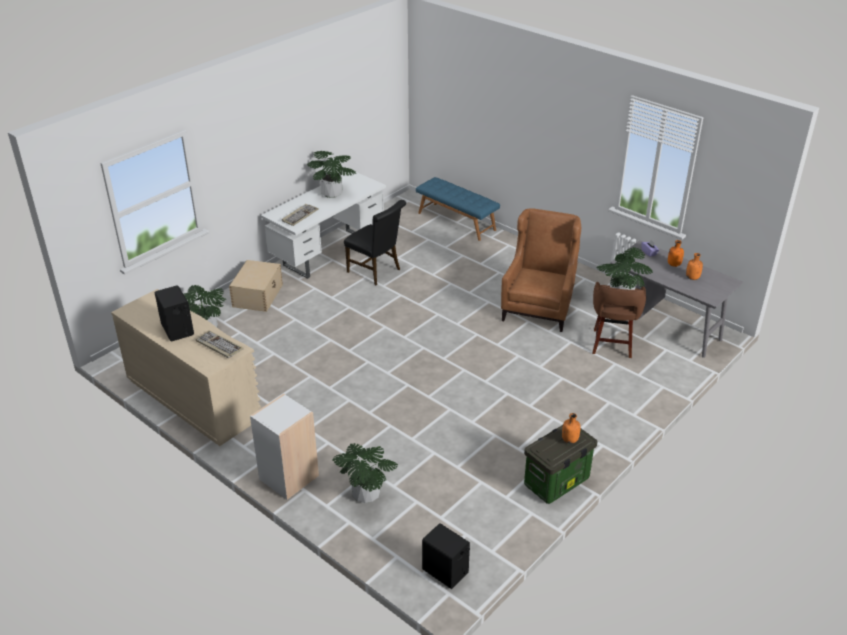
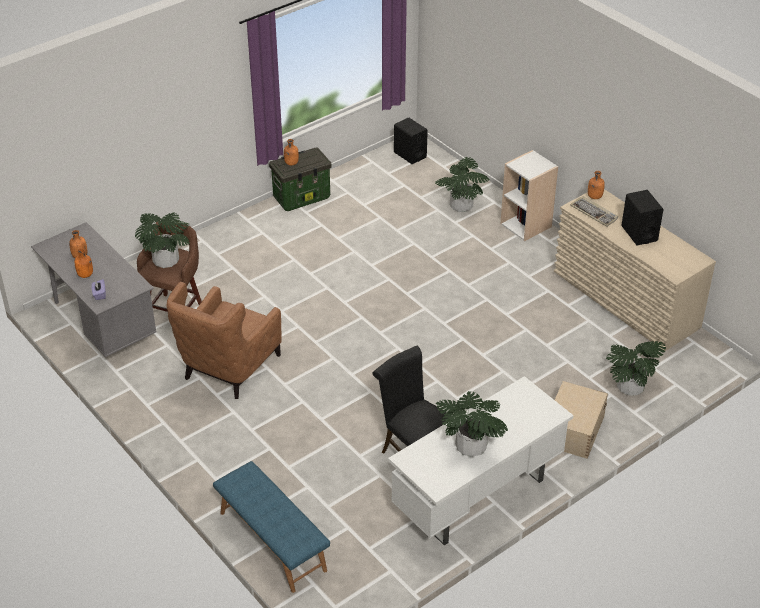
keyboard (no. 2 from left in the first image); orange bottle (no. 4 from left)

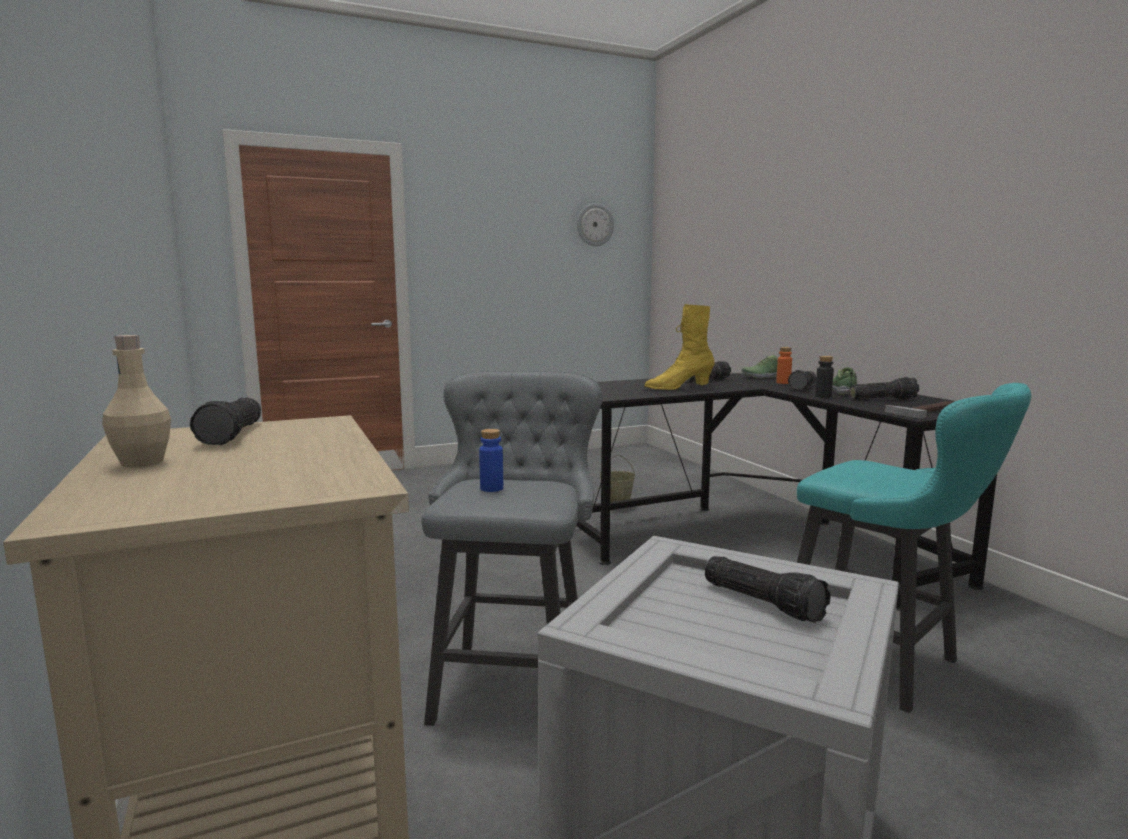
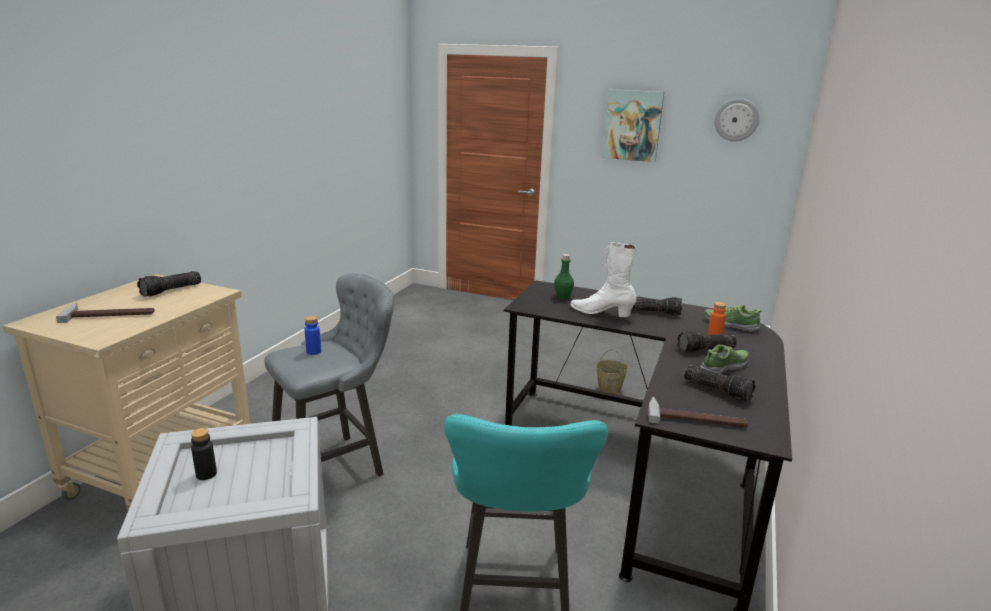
beige bottle; white boot; flashlight (no. 3 from left in the first image); black bottle; hammer (no. 1 from left); green bottle; picture

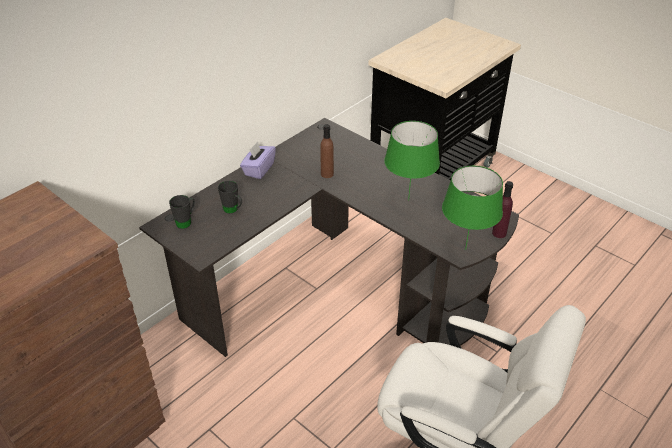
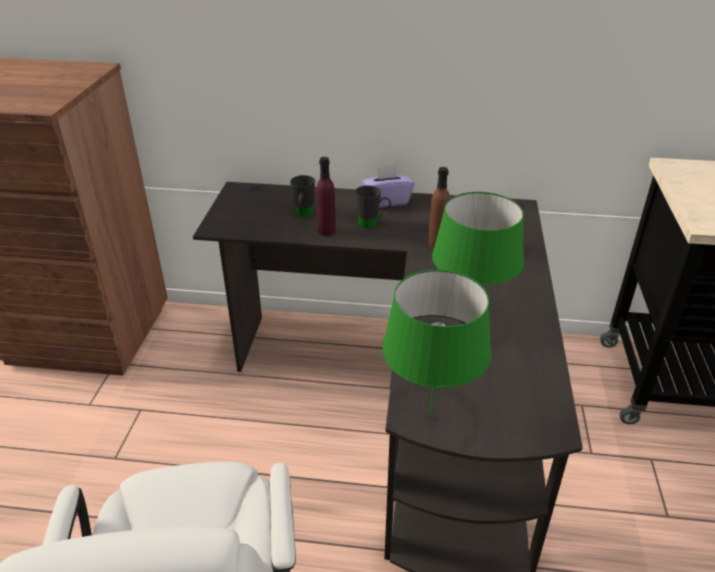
black mug (no. 2 from left); purple bottle

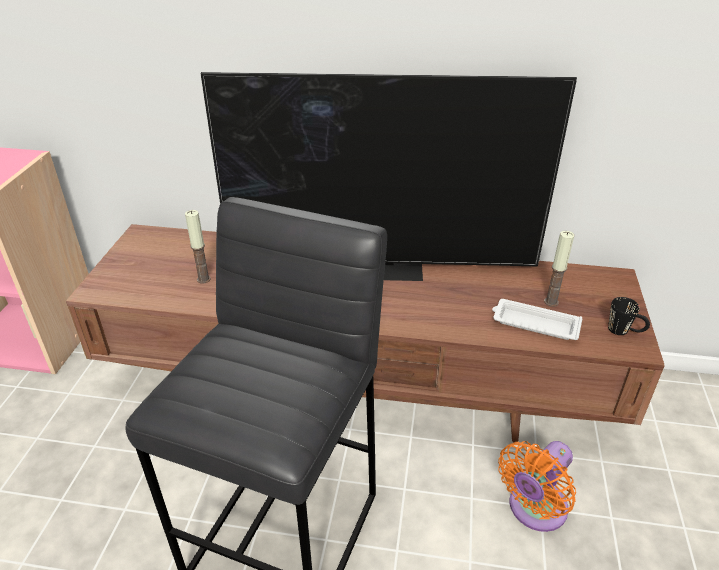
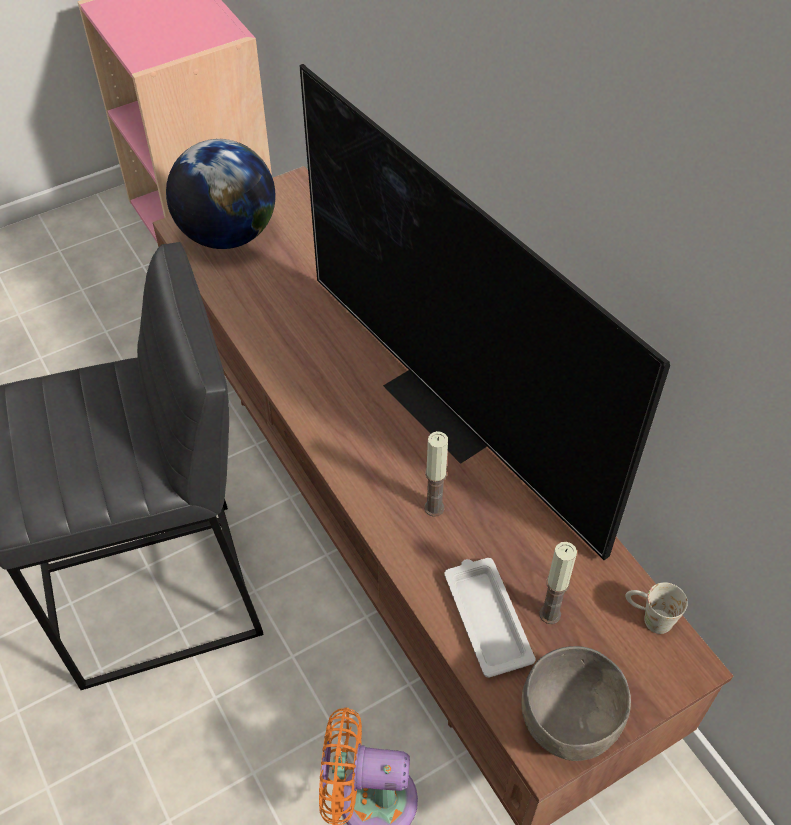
candle (no. 1 from left); grey bowl; globe; white mug

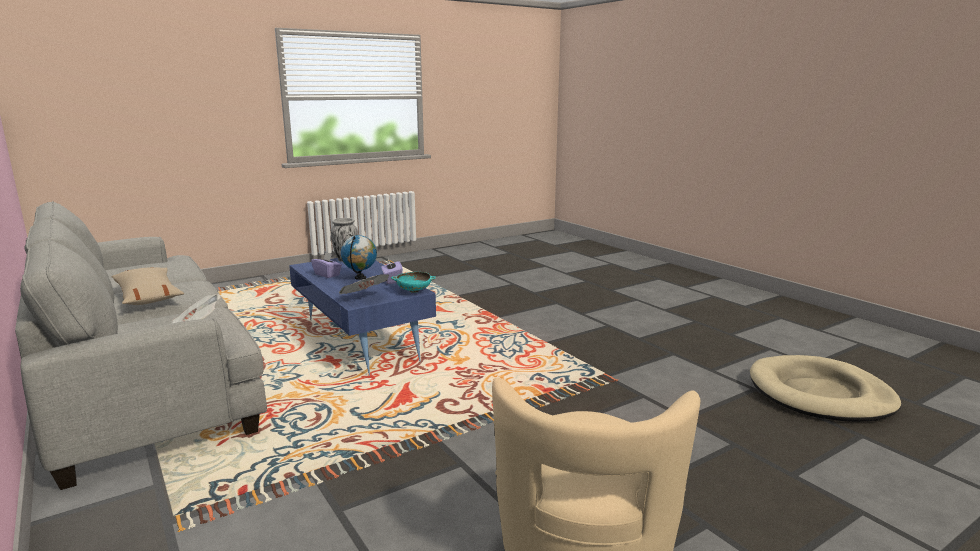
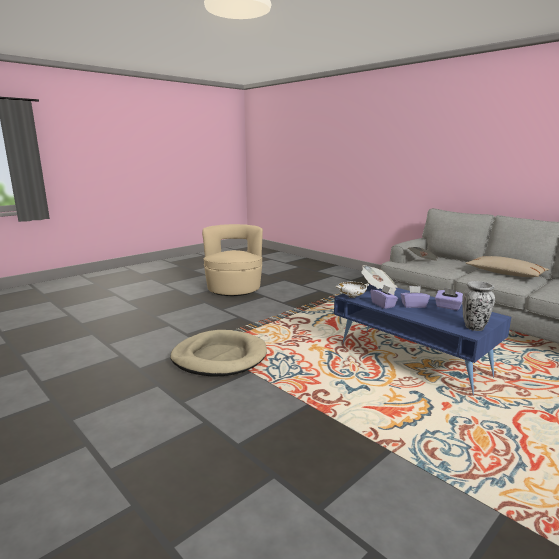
purple tissue box (no. 2 from left); white bowl; beige dog bed

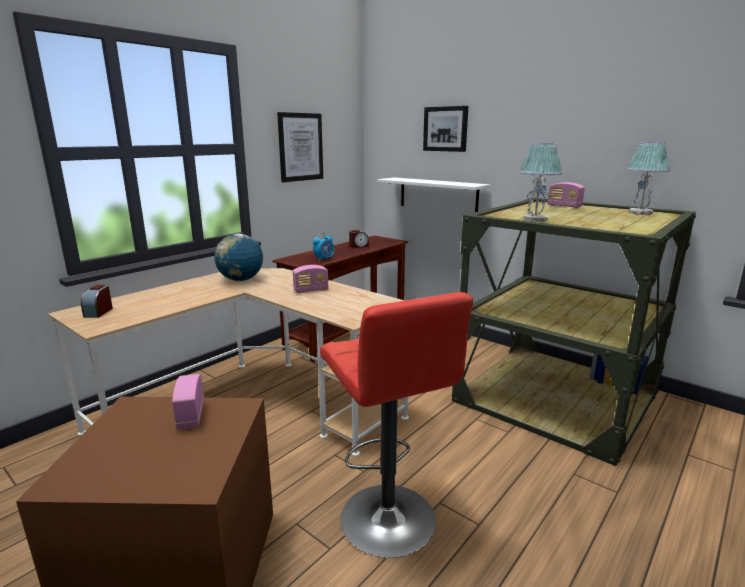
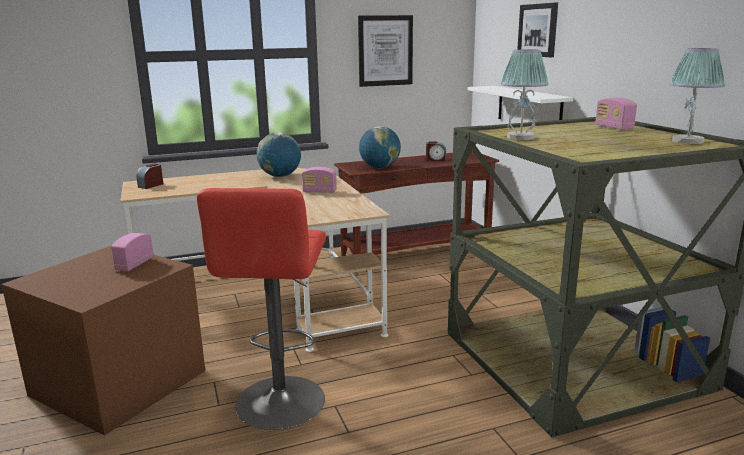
globe (no. 2 from left)

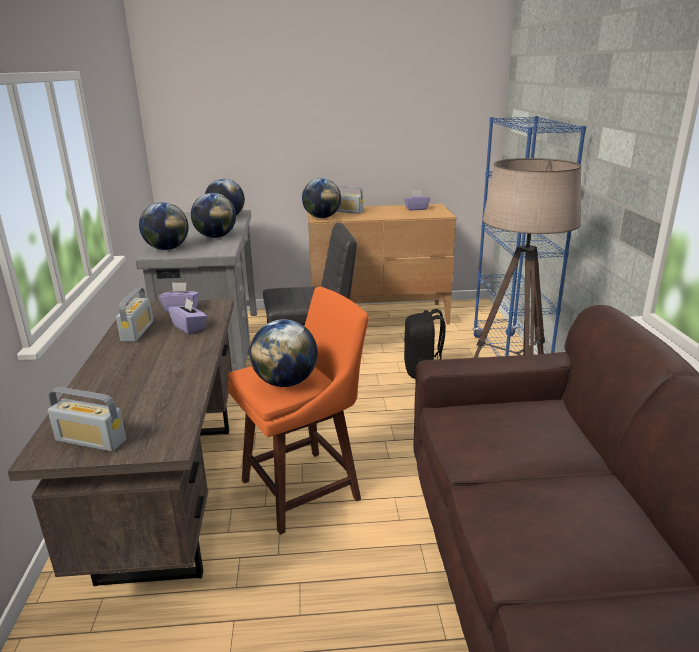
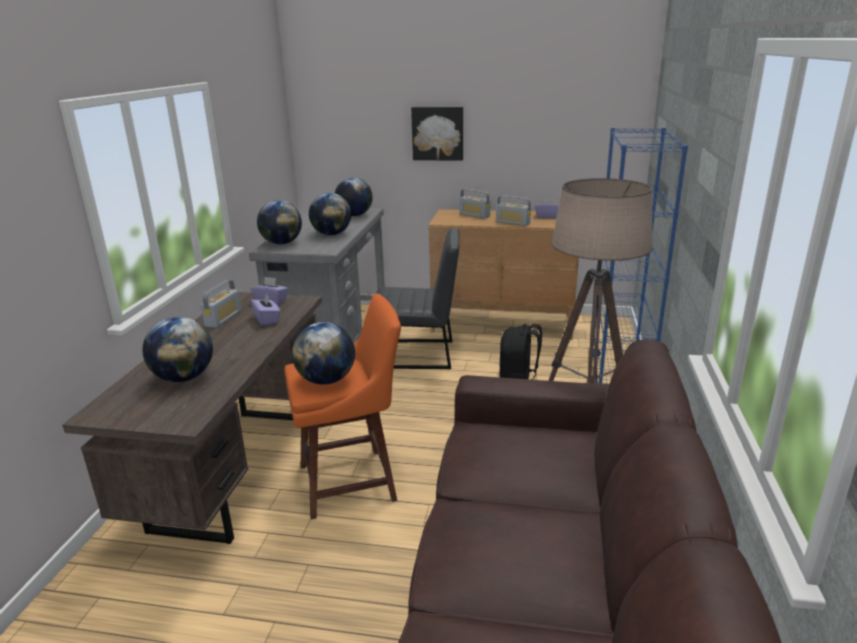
radio (no. 3 from left); globe (no. 1 from left); picture

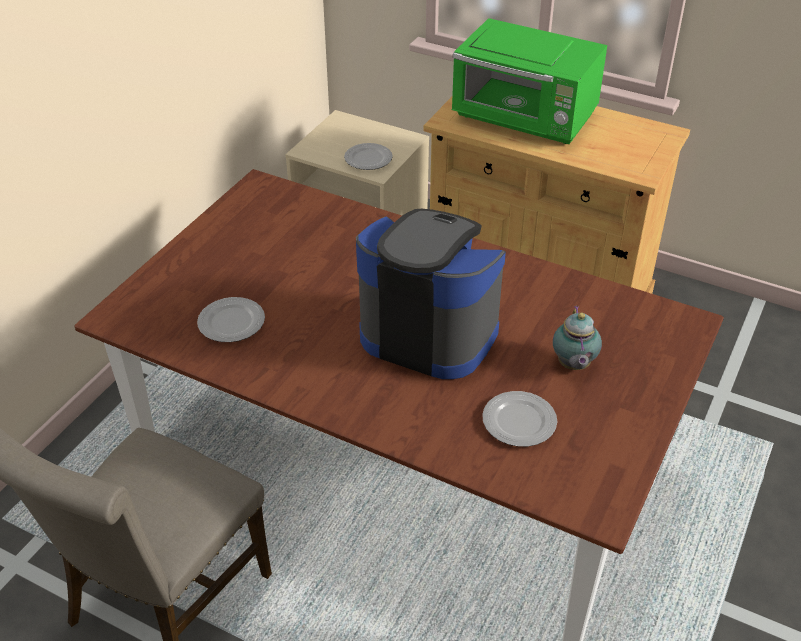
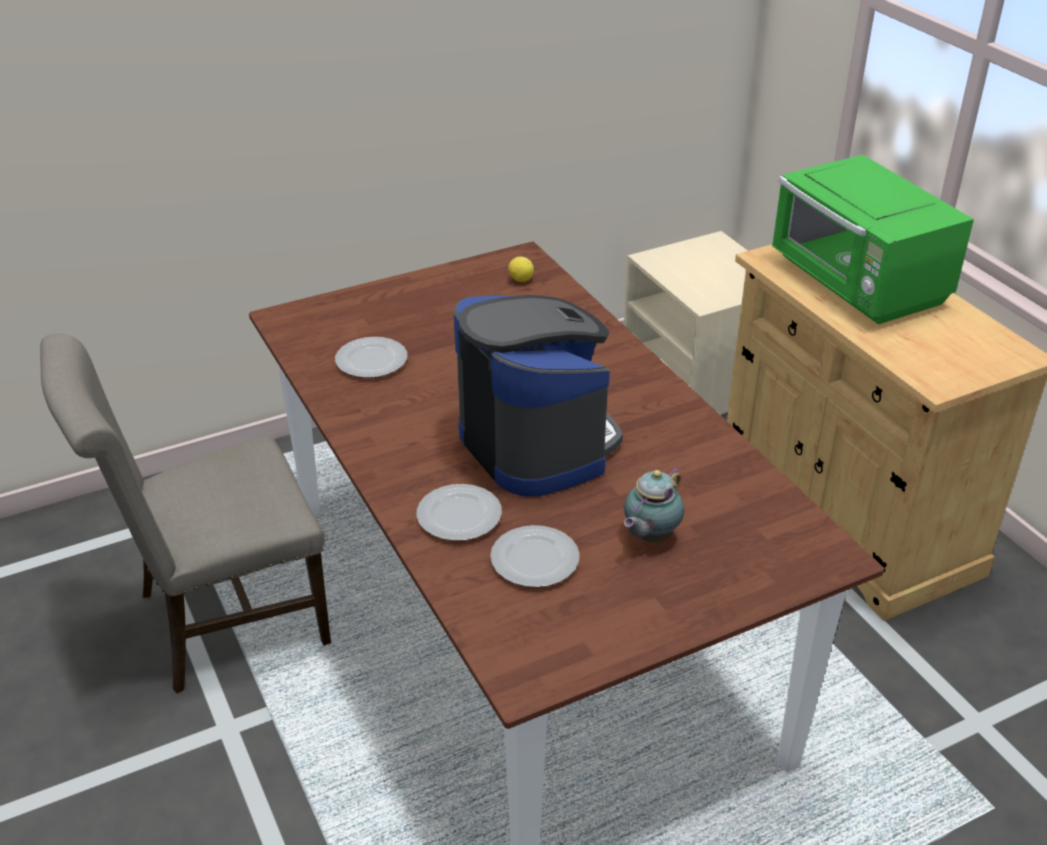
plate (no. 2 from left); lemon

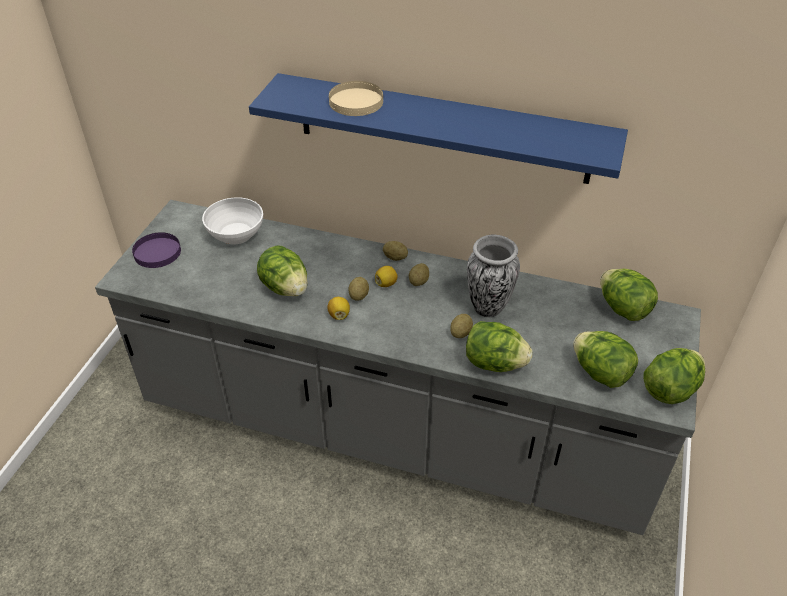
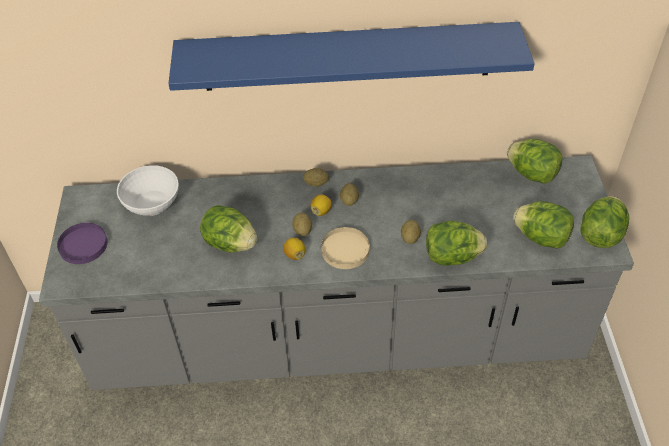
beige plate; vase

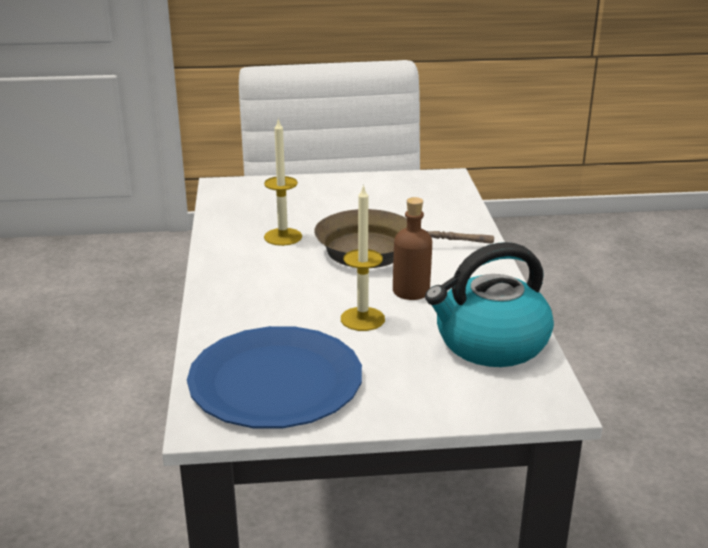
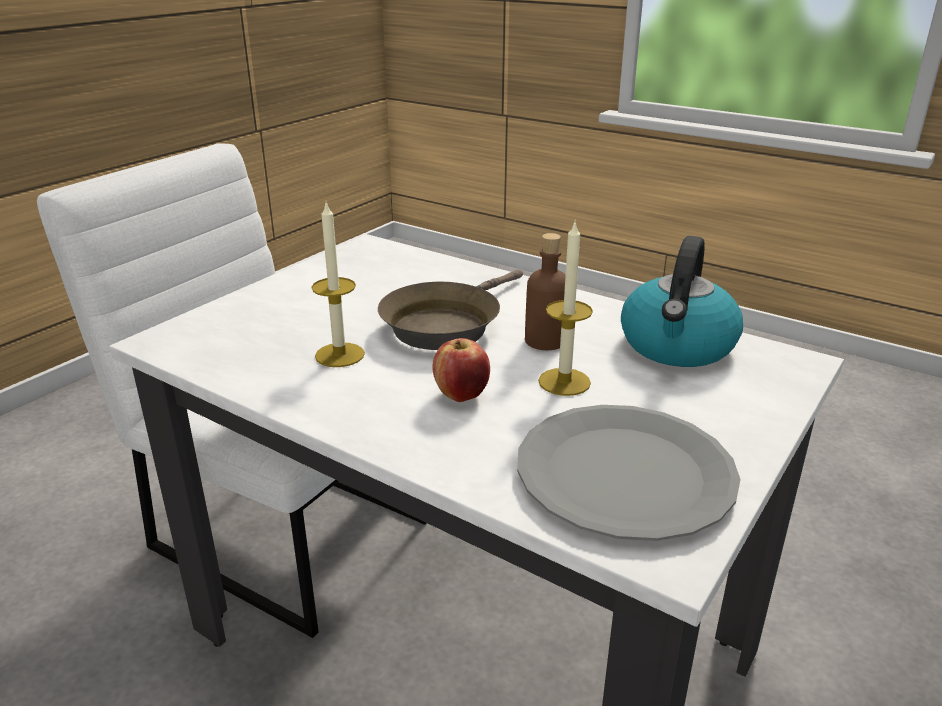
grey plate; apple

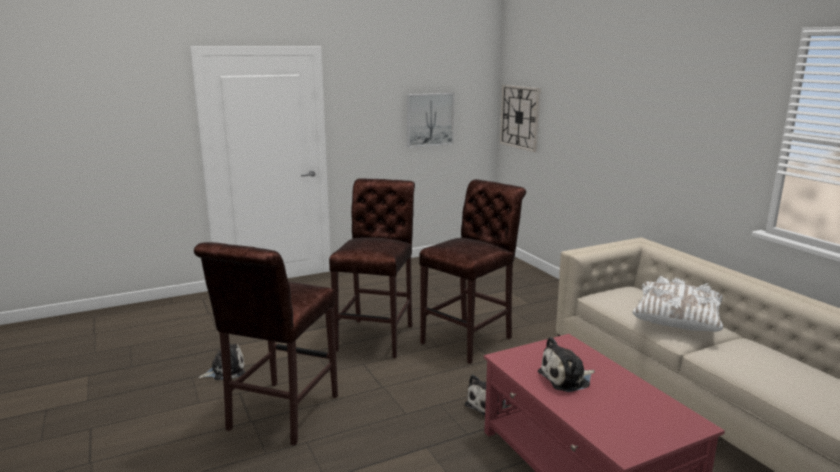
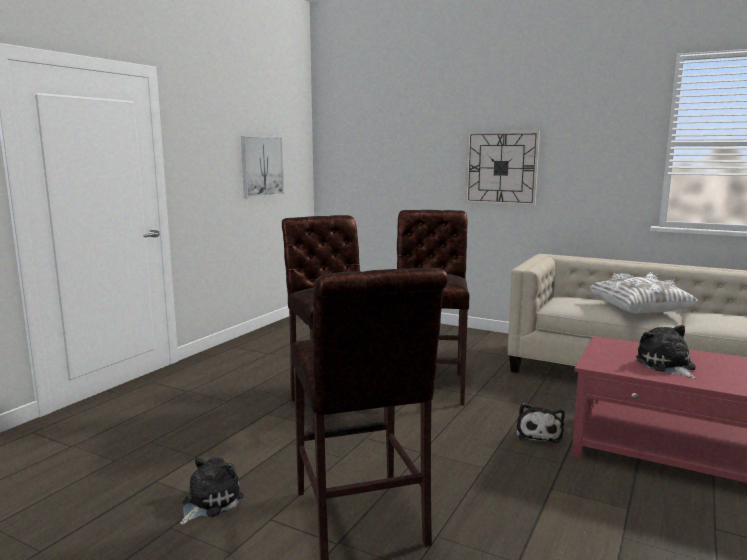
wall clock; plush toy (no. 3 from left)

